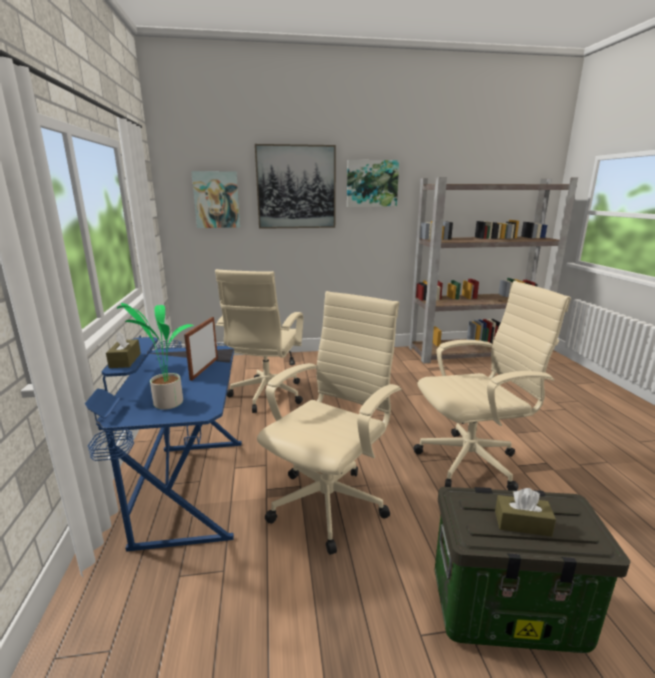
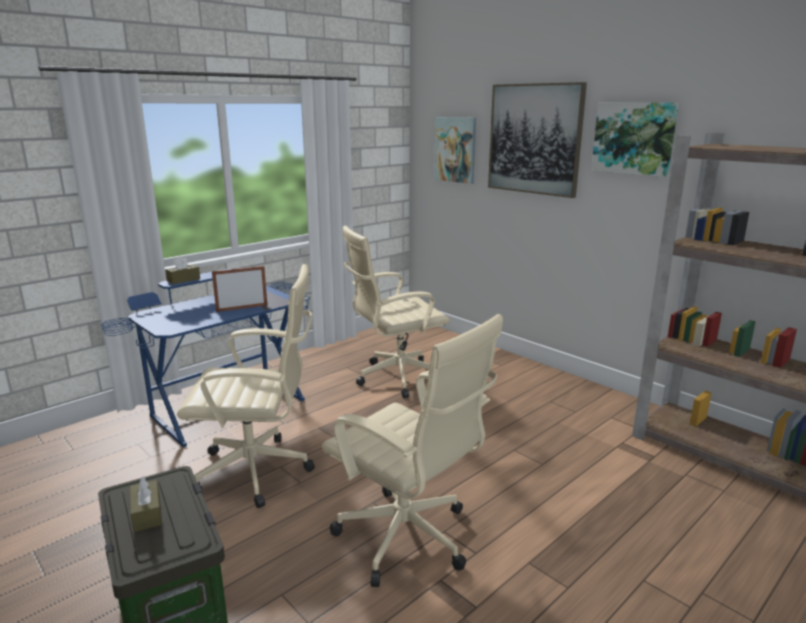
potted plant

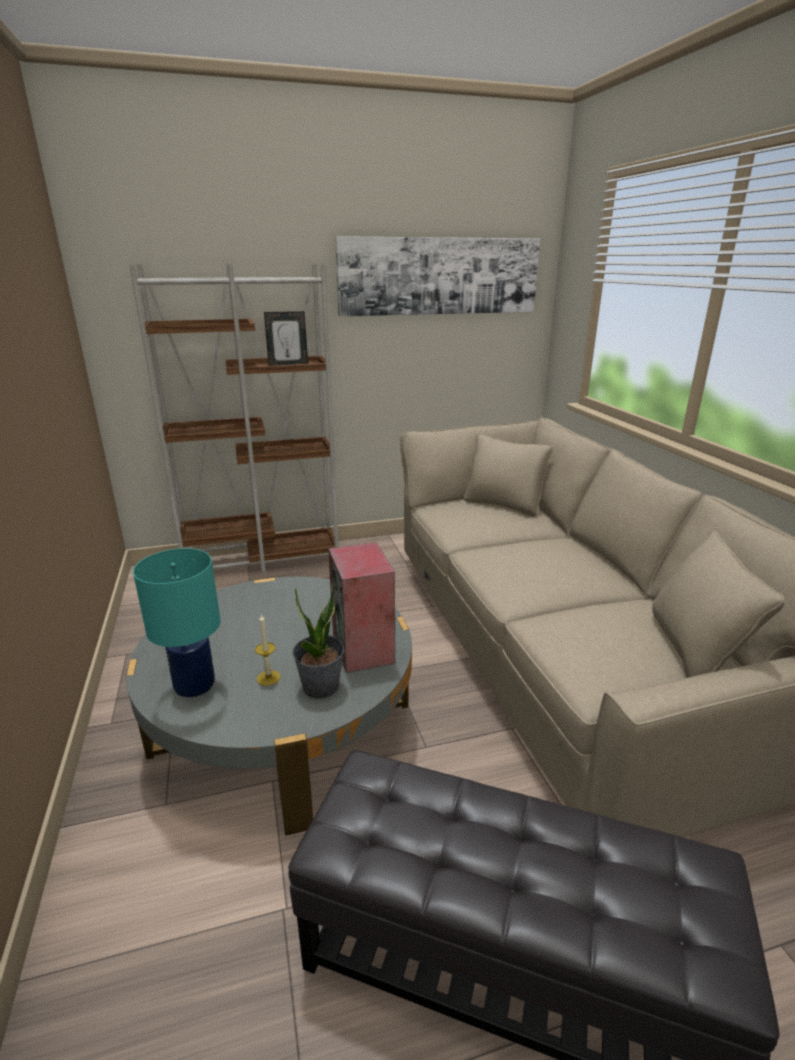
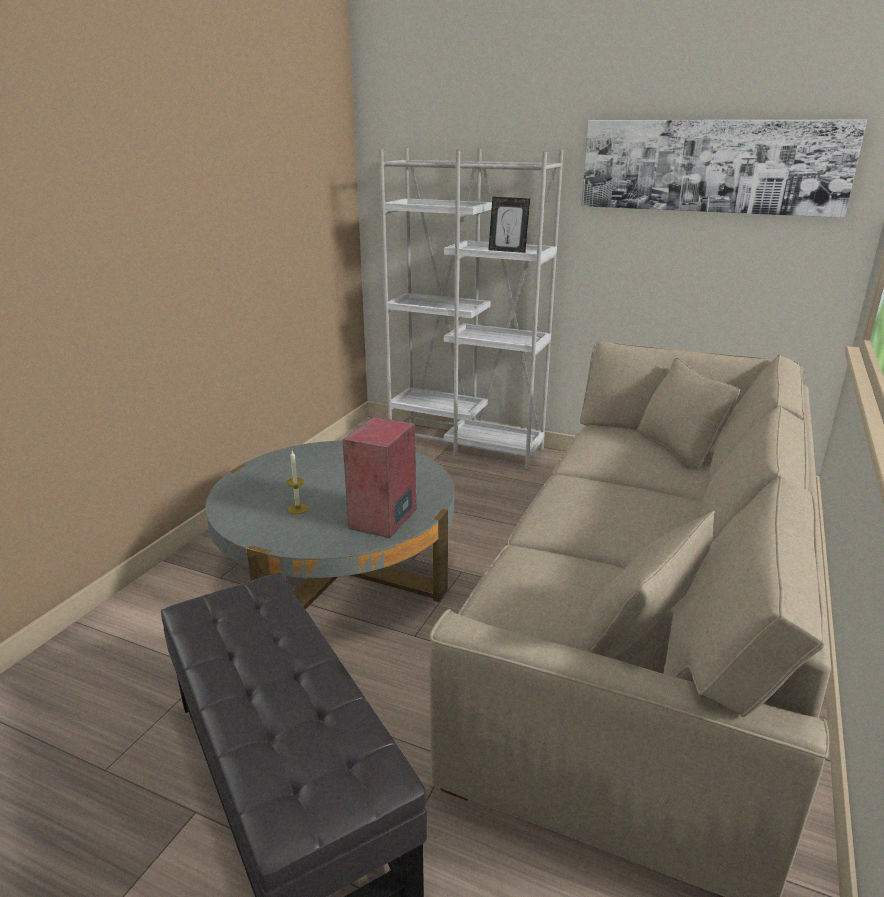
white bookcase; turquoise table lamp; potted plant

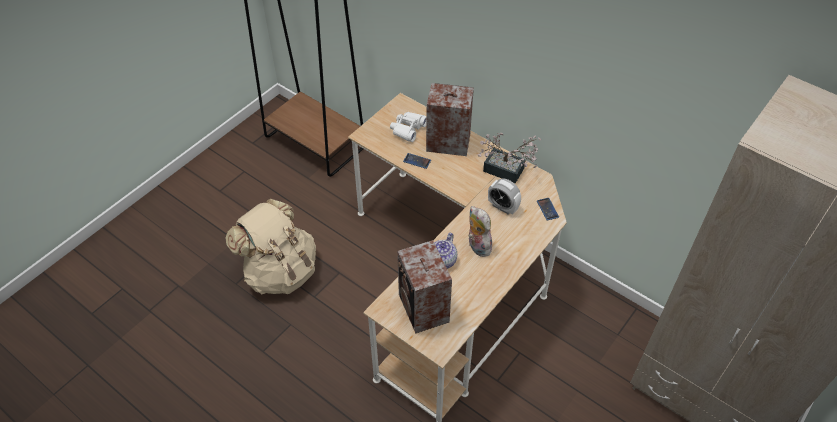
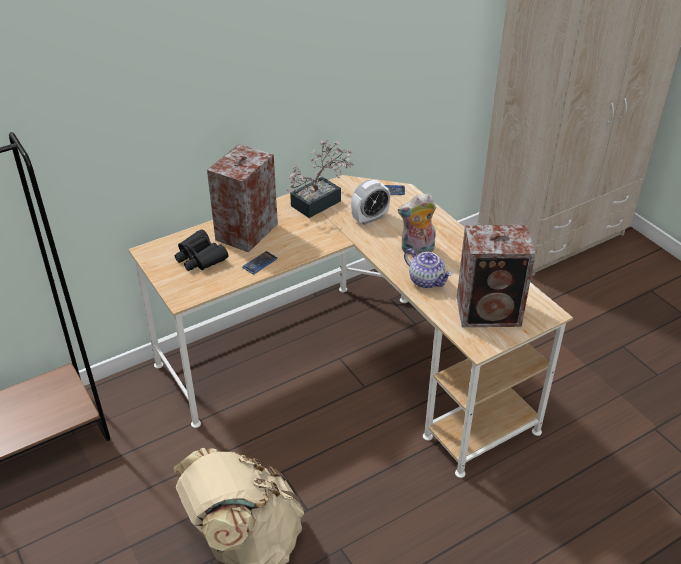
black binoculars

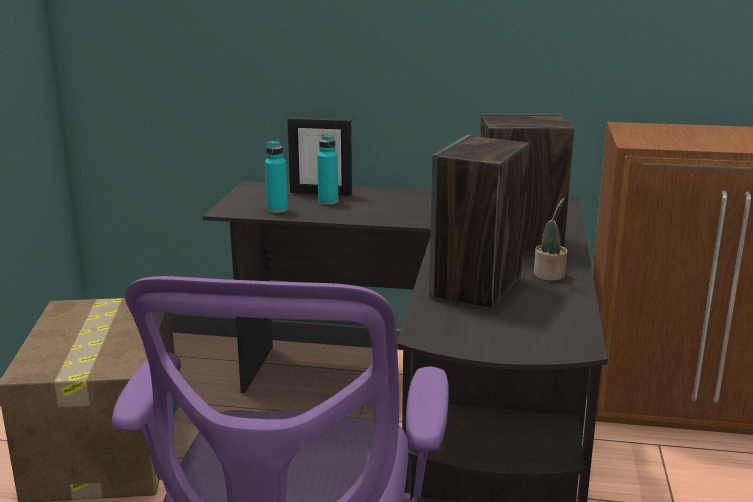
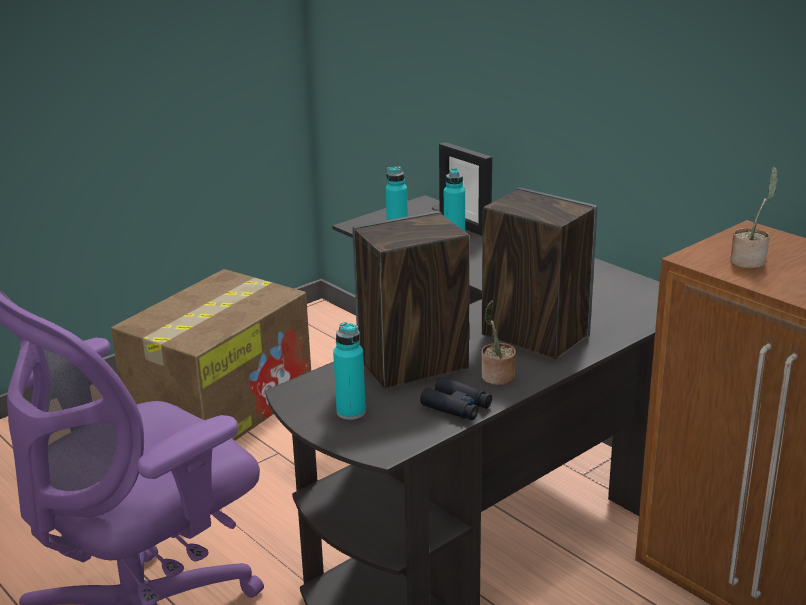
turquoise bottle (no. 1 from left); black binoculars; potted plant (no. 2 from left)

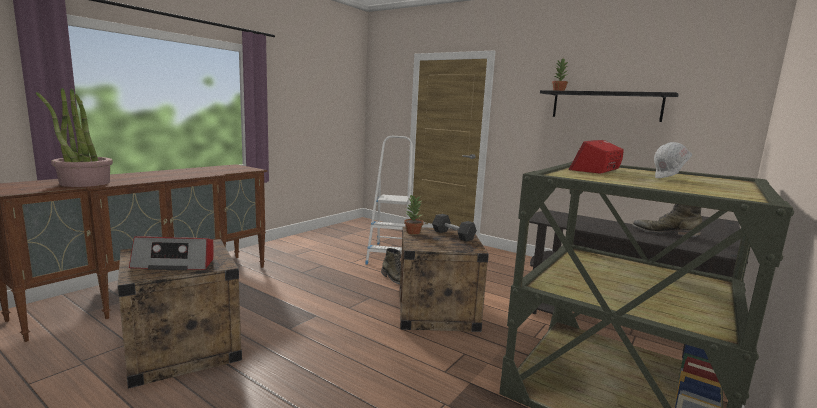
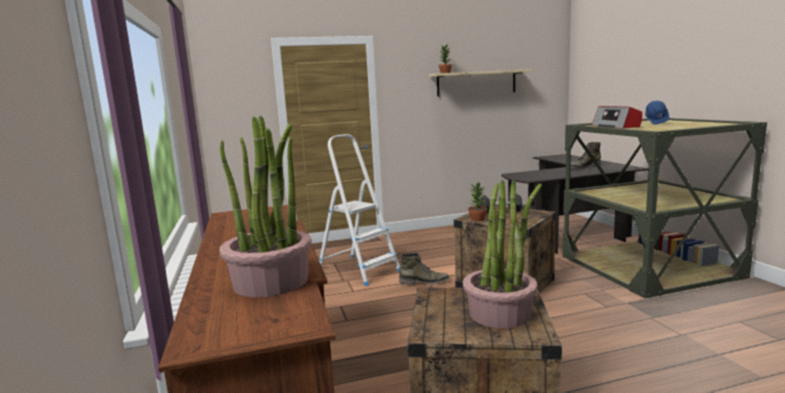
potted plant (no. 4 from left); beige shelf; blue hard hat

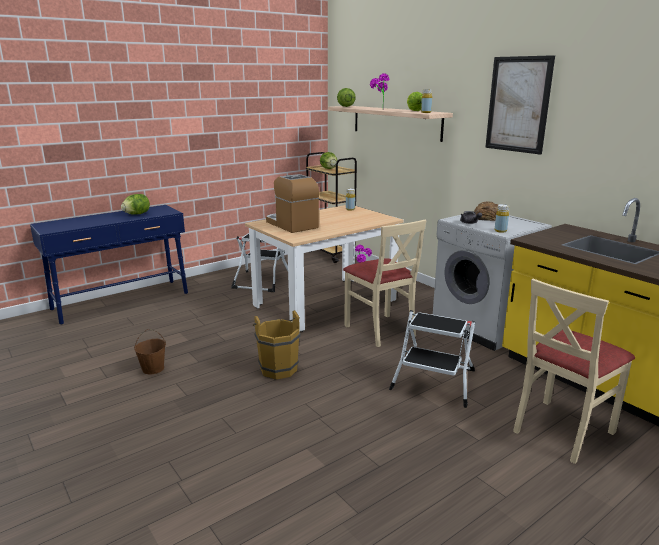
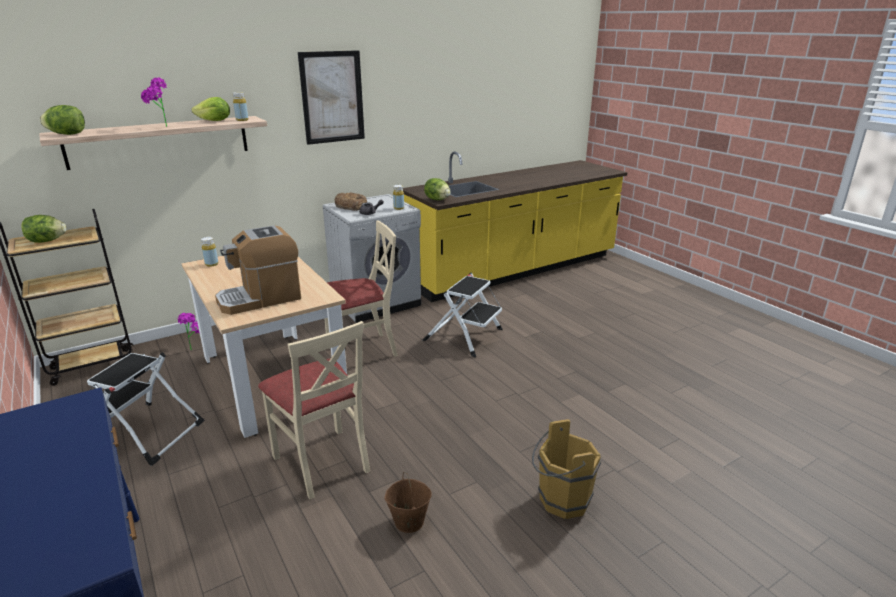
lettuce (no. 4 from left); brown bucket (no. 2 from left); beige chair (no. 1 from left)

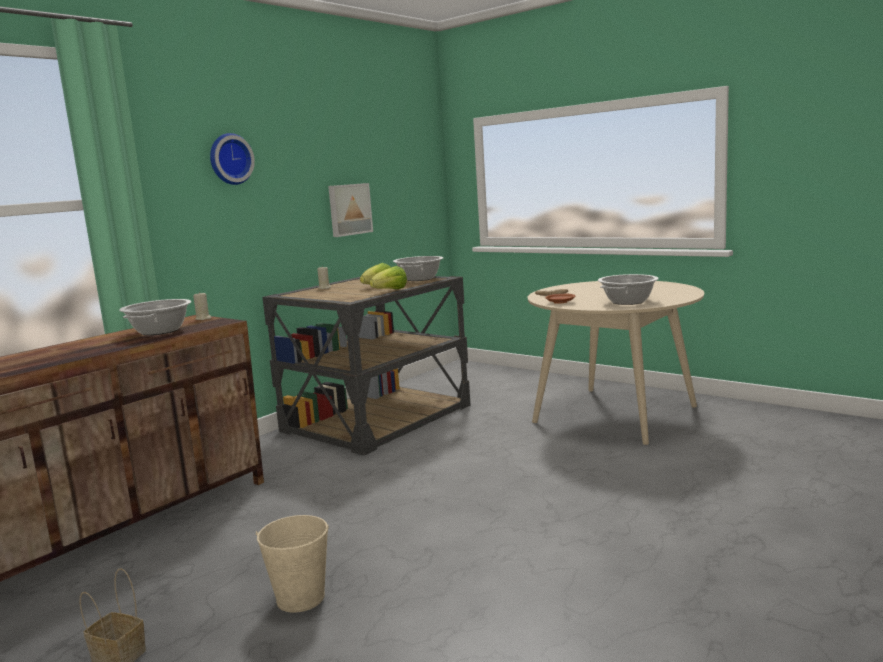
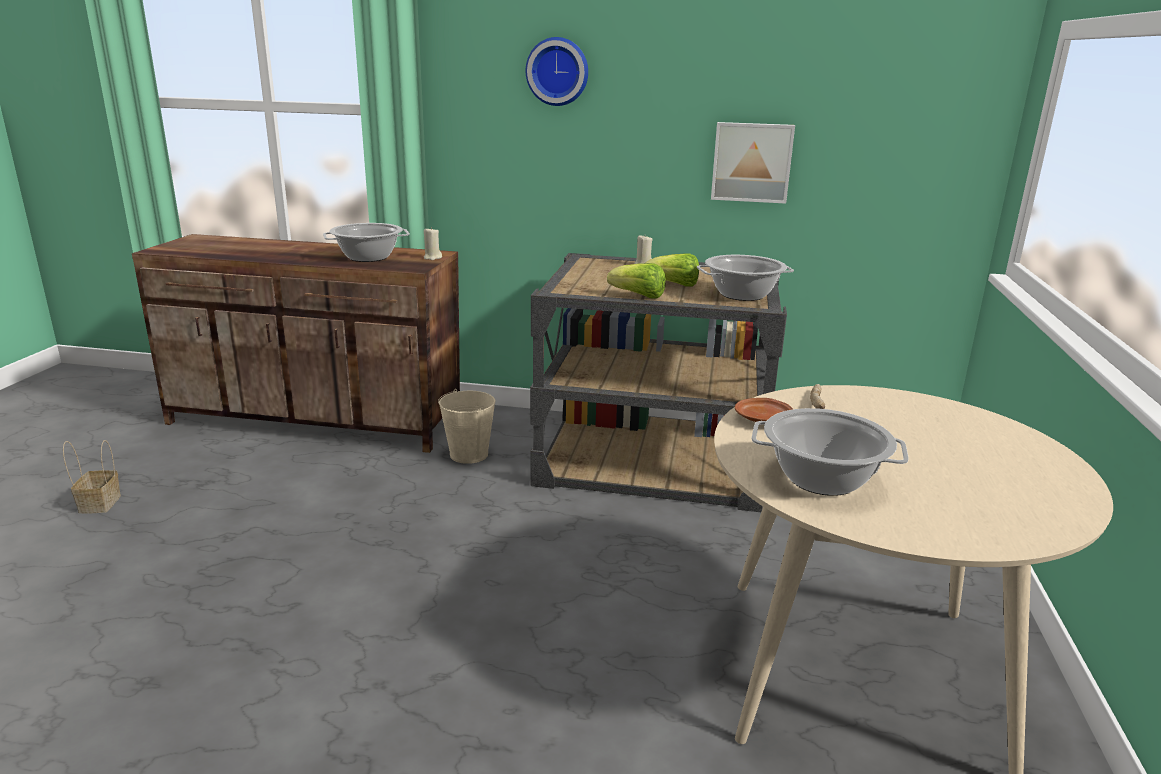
beige bucket

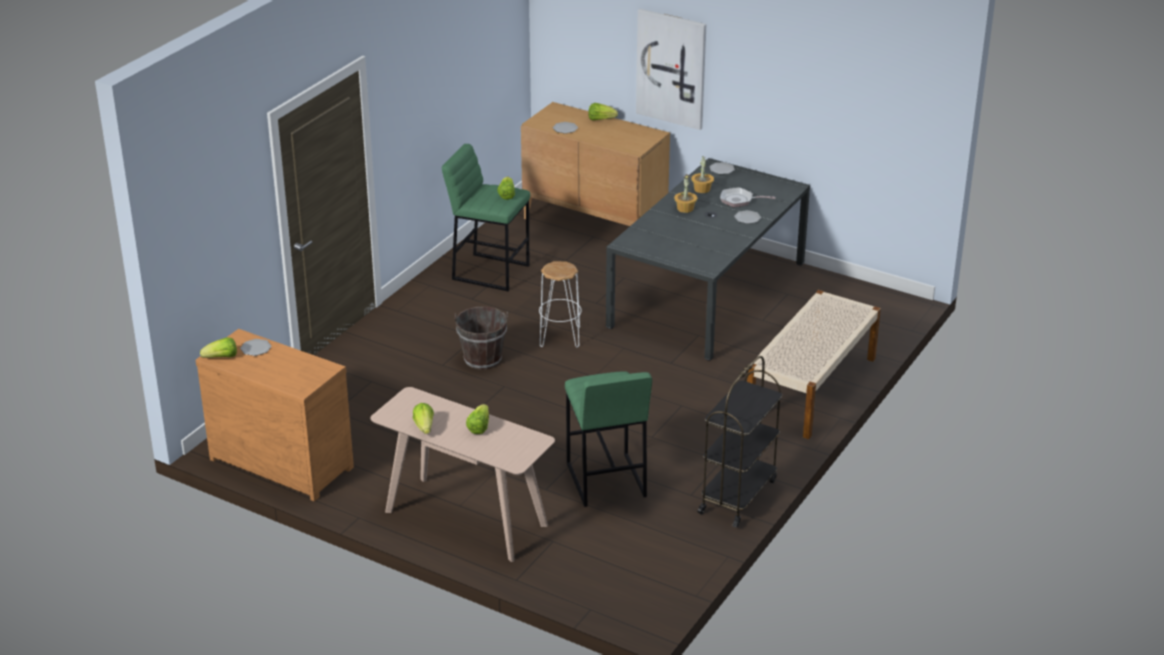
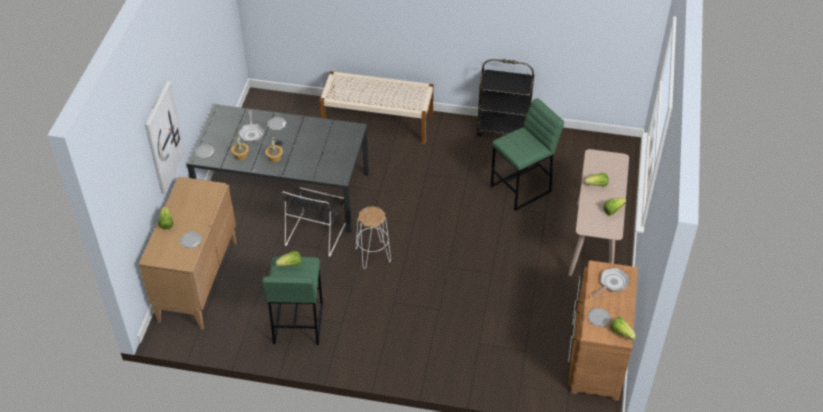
brown bucket; black chair; frying pan (no. 2 from left)

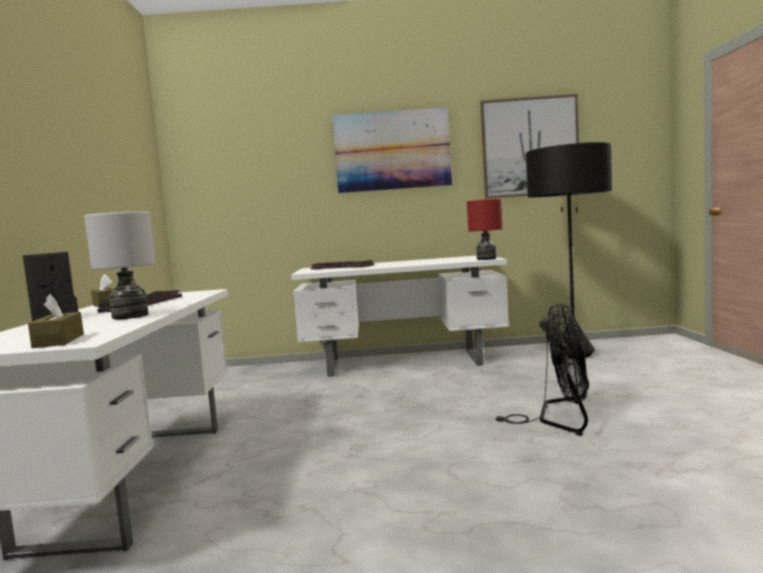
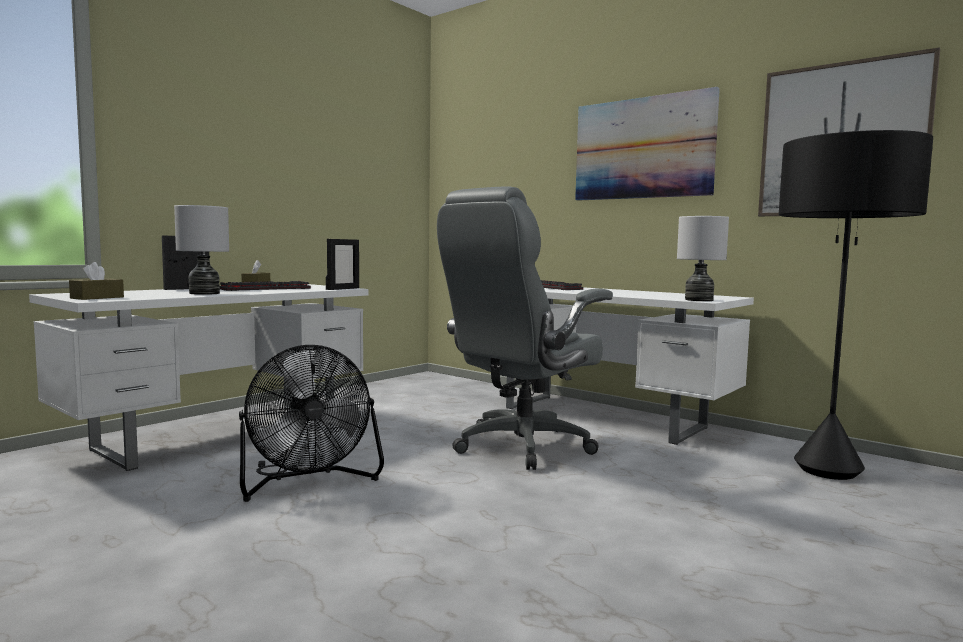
grey table lamp (no. 2 from left); black fan; picture frame (no. 2 from left); grey office chair

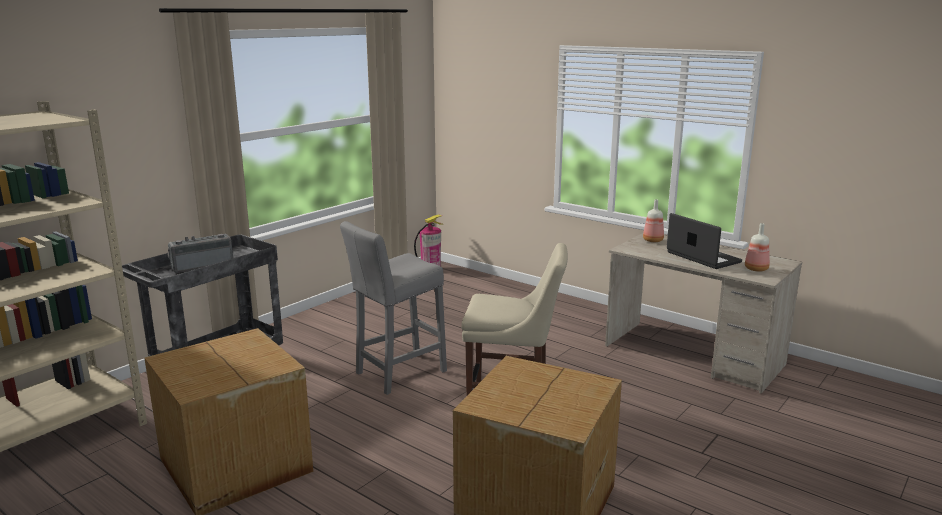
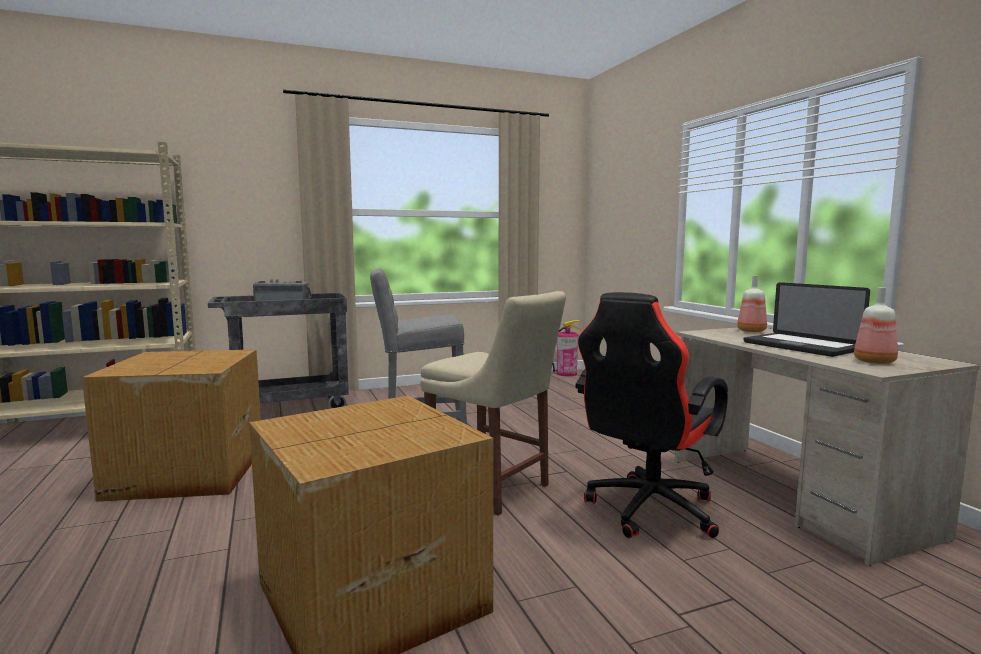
laptop; black office chair

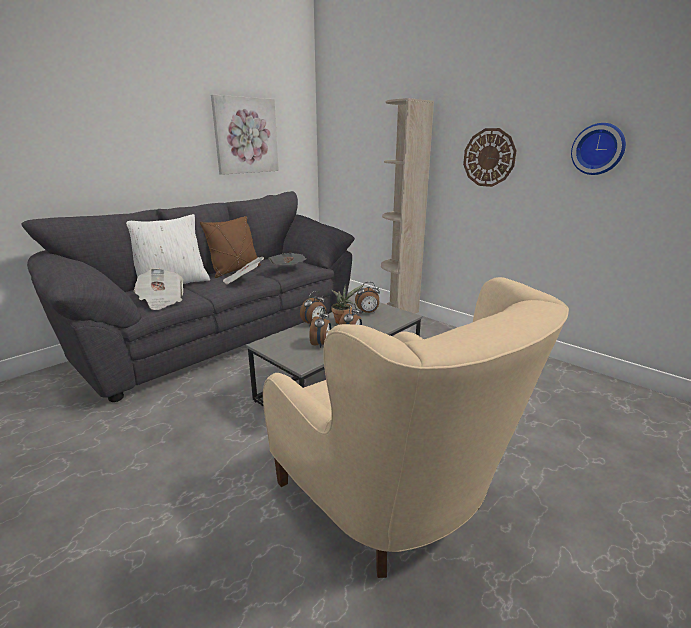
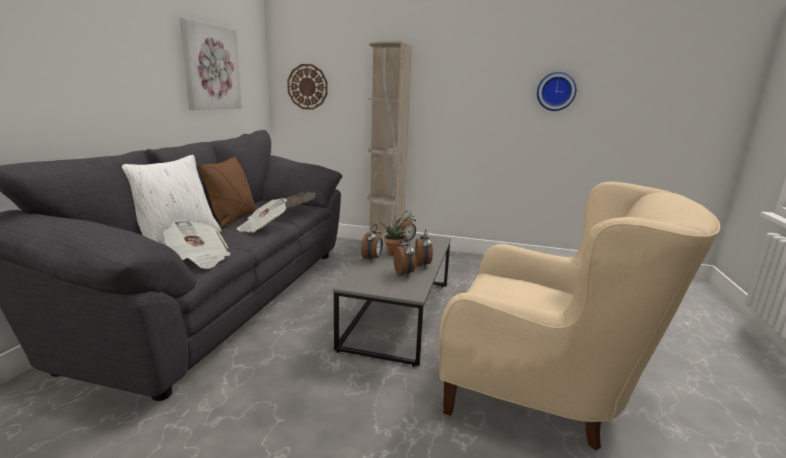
wall clock (no. 1 from left)

